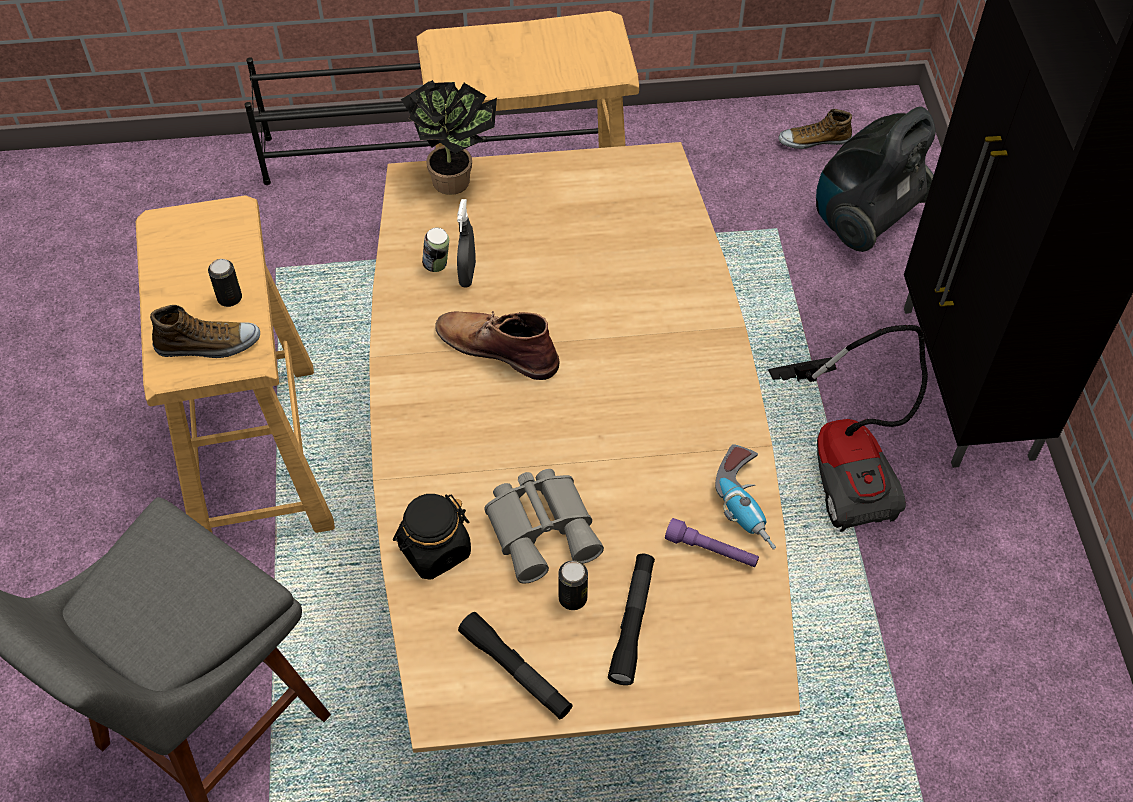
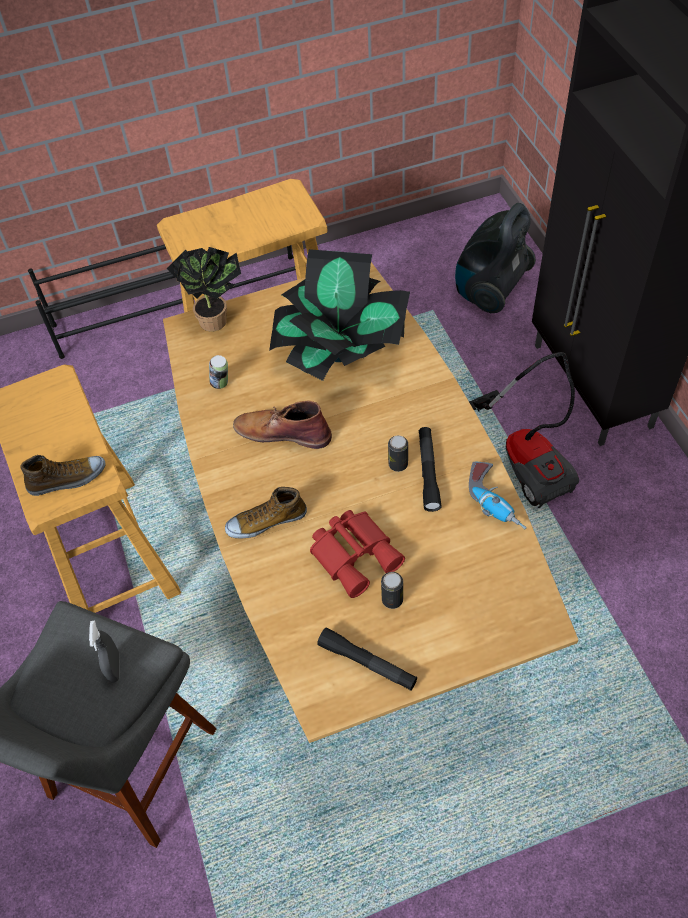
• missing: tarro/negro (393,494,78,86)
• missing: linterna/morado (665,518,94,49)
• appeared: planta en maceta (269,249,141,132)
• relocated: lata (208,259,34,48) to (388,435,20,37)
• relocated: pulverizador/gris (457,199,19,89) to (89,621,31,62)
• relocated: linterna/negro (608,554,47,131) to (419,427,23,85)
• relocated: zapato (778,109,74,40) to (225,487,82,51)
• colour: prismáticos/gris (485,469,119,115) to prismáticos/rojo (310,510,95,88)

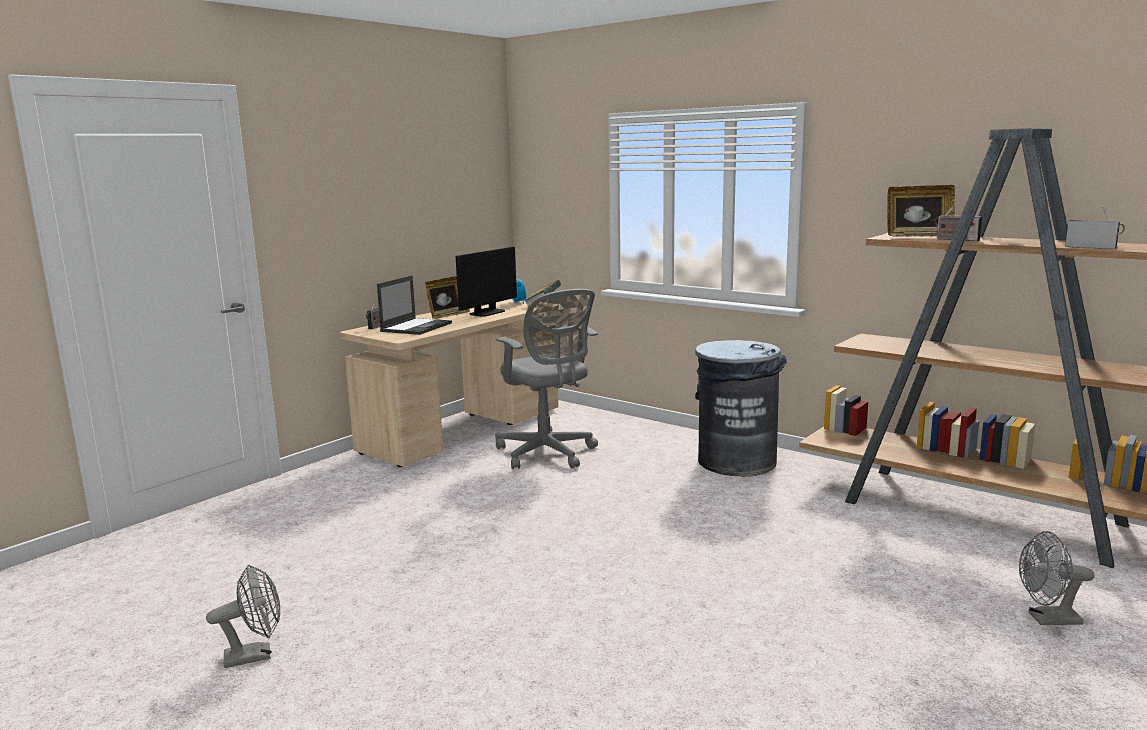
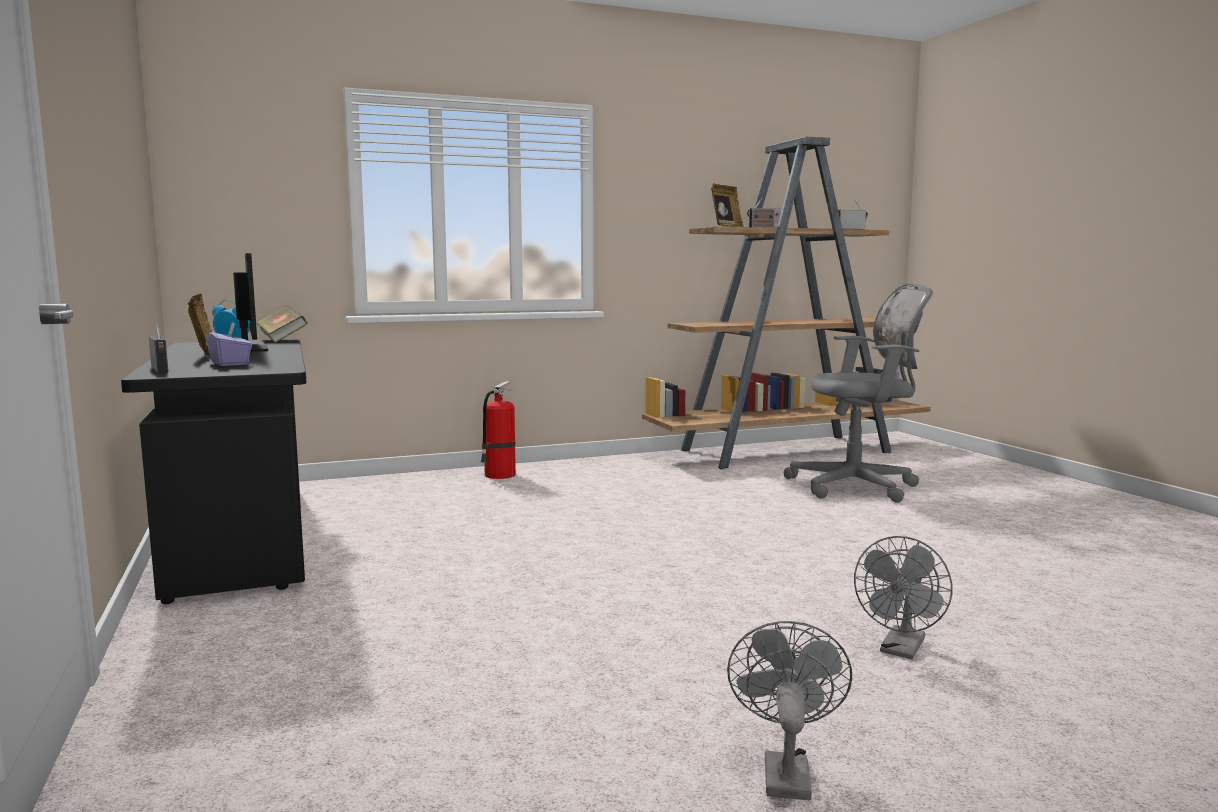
• missing: papelera/gris (695,340,92,137)
• appeared: extintor (481,381,35,98)
• relocated: silla de oficina/gris (495,289,103,180) to (784,284,149,219)
• relocated: ventilador/gris (1019,531,75,94) to (854,536,99,123)
• exchanged: portátil (377,275,75,60) to caja de pañuelos/morado (206,323,46,43)
• colour: escritorio/beis (340,299,220,168) to escritorio/negro (121,339,185,265)

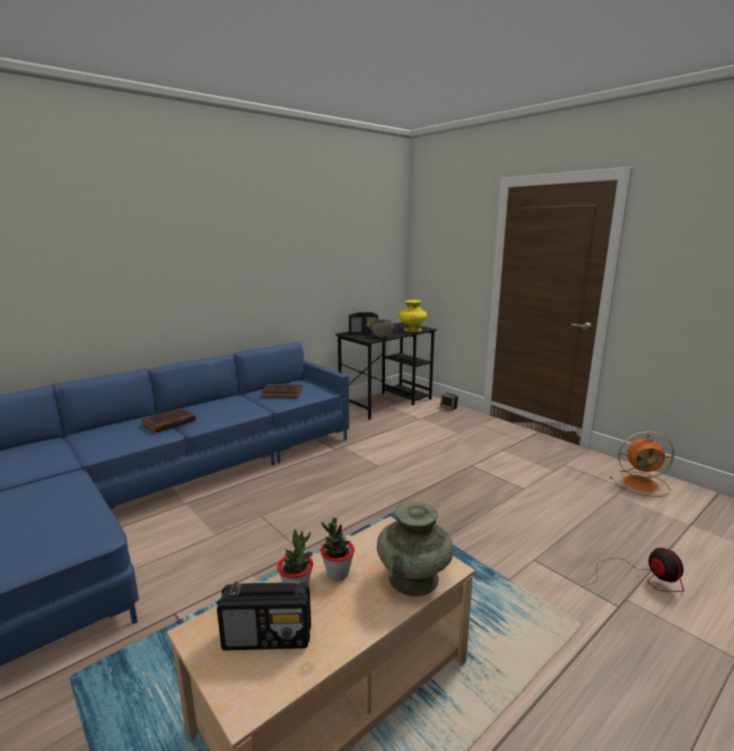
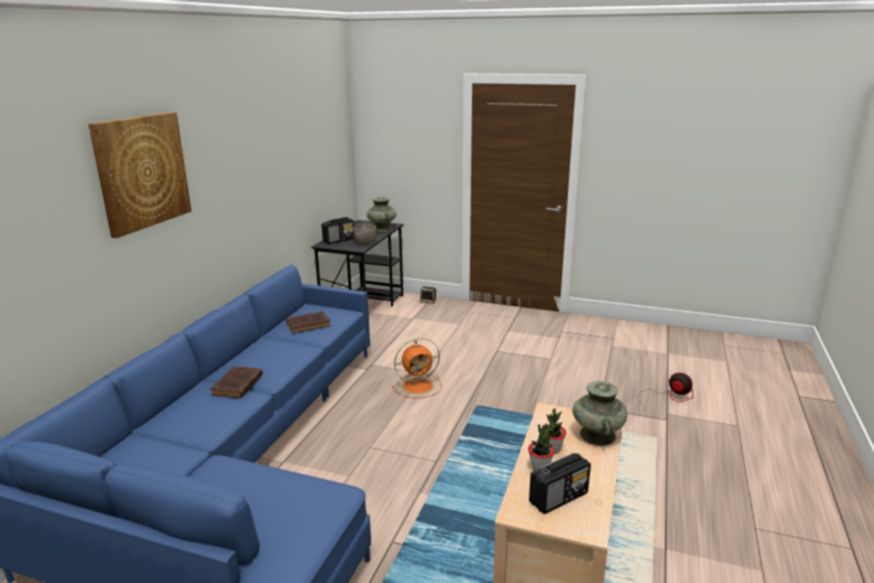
• appeared: cuadro (88,112,104,126)
• relocated: ventilador/naranja (610,431,64,66) to (392,338,50,60)
• colour: florero/amarillo (399,300,28,32) to florero/turquesa (367,197,29,35)

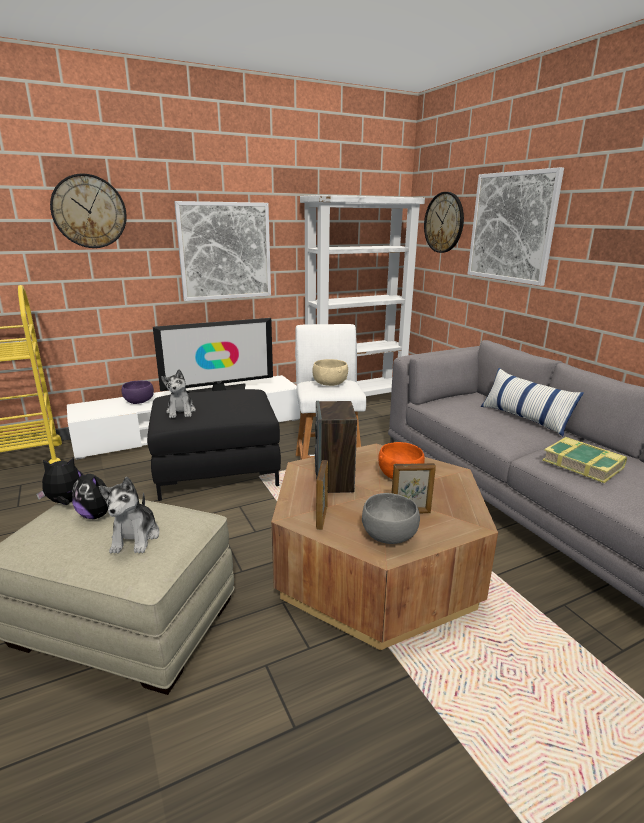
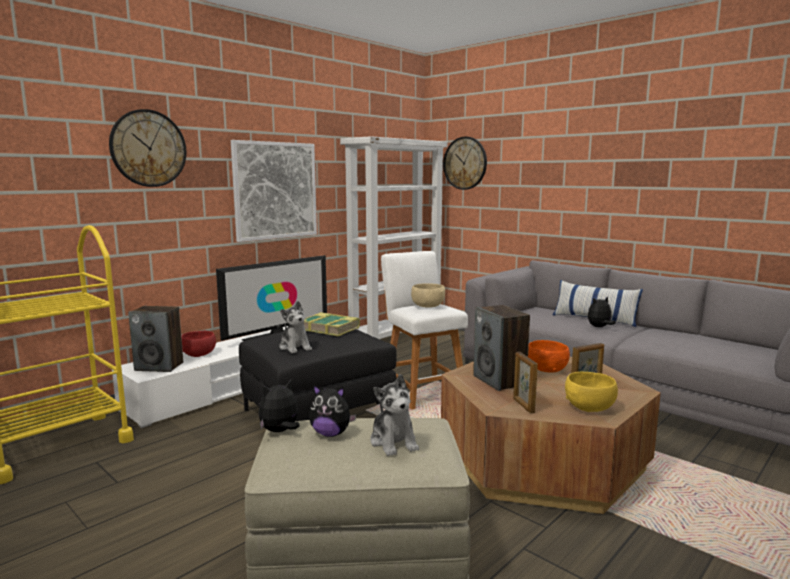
• missing: cuadro (468,167,96,119)
• appeared: altavoz (128,306,55,66)
• appeared: peluche (588,297,28,30)
• relocated: libro (543,437,84,46) to (304,312,56,24)
• colour: cuenco/morado (122,381,32,23) to cuenco/rojo (181,331,35,26)
• colour: cuenco/gris (362,493,58,51) to cuenco/amarillo (565,372,53,40)

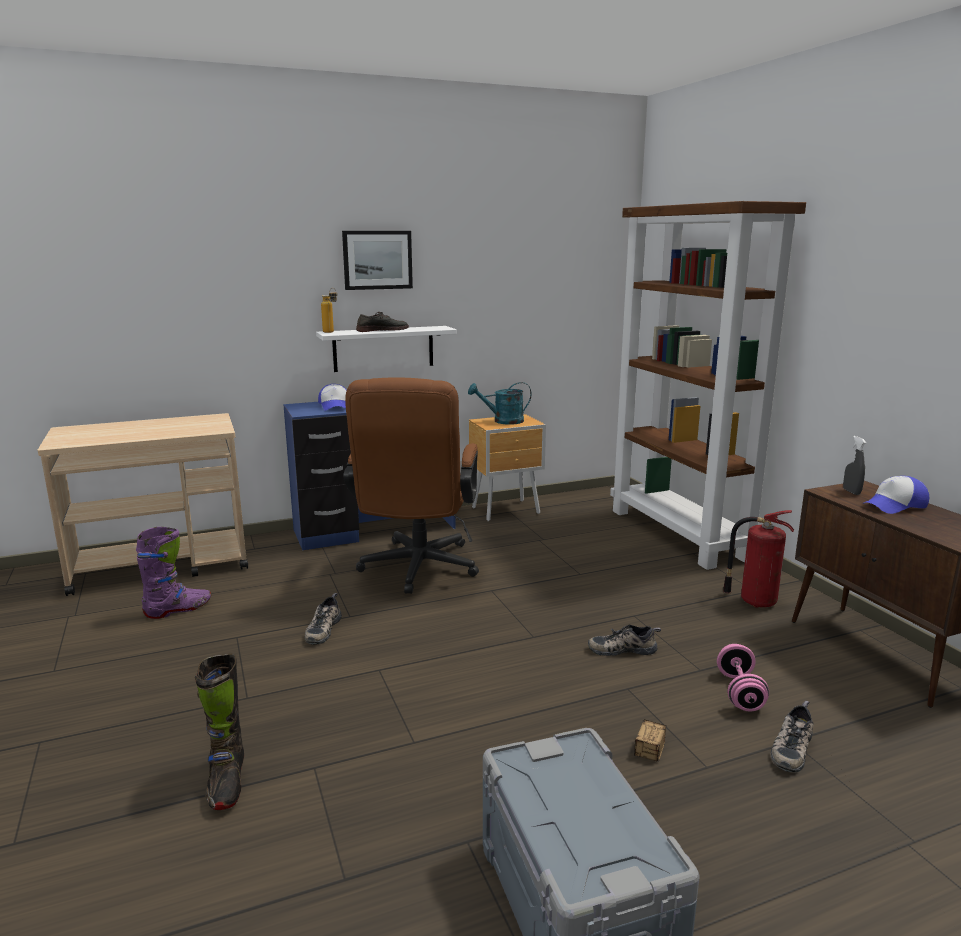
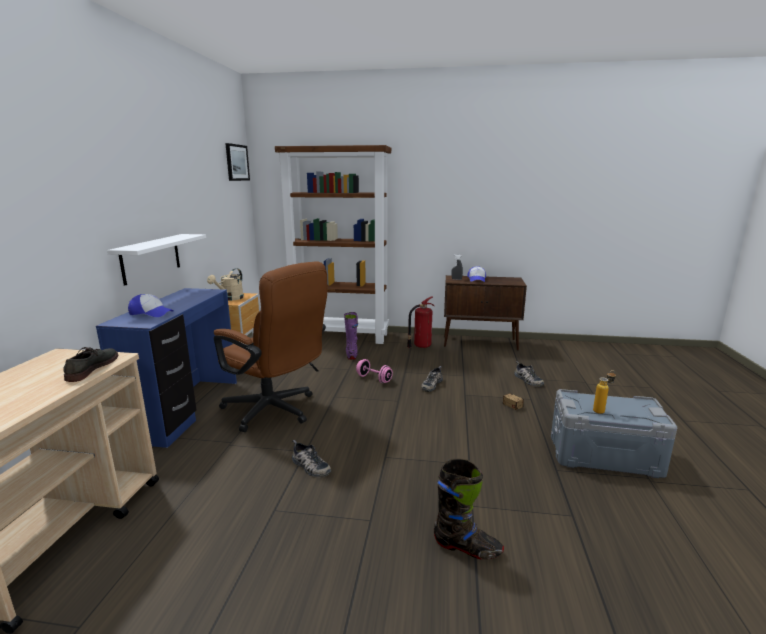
• relocated: bota/morado (136,527,75,92) to (344,312,14,48)
• relocated: botella (321,288,16,45) to (593,370,23,44)
• relocated: cuadro (342,231,71,59) to (225,143,25,38)
• relocated: zapato/gris (356,312,53,20) to (63,347,55,35)
• relocated: mancuerna/rosa (717,644,52,68) to (356,359,37,24)
• colour: regadera/turquesa (468,382,63,43) to regadera/beis (207,268,37,33)

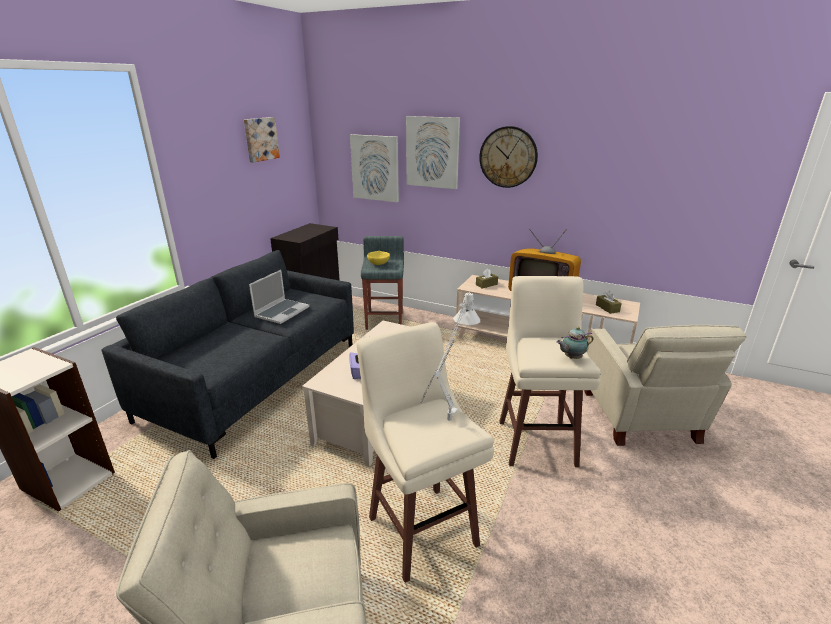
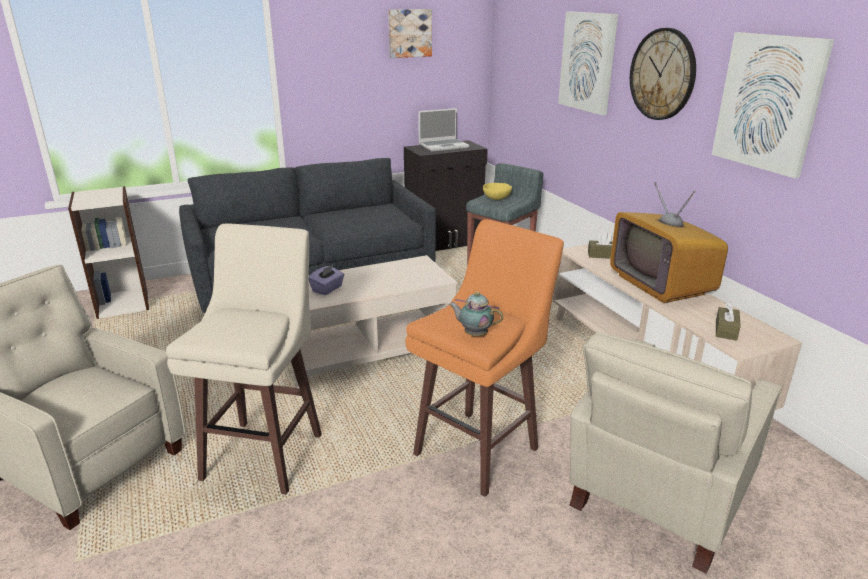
• missing: lámpara de mesa/gris (420,293,60,128)
• relocated: portátil (249,270,61,54) to (419,108,50,43)
• relocated: cuadro (350,134,49,68) to (712,32,123,146)
• colour: taburete/beis (499,276,102,191) to taburete/naranja (405,219,159,278)

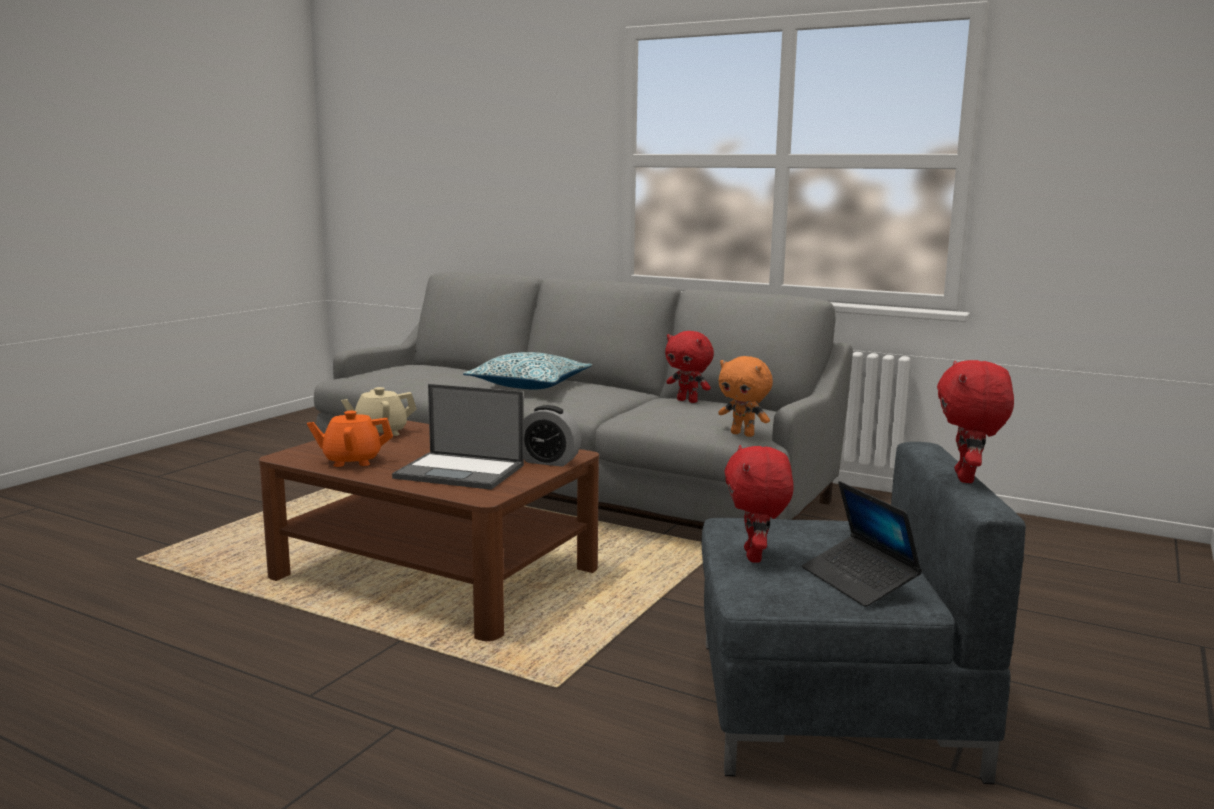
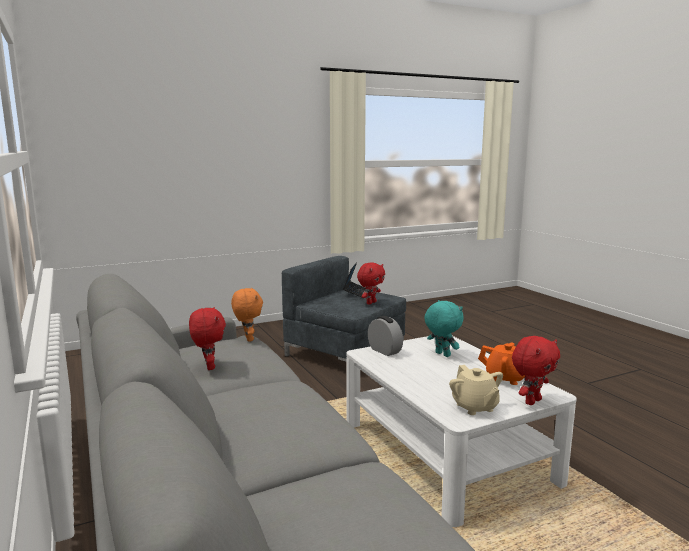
• missing: cojín (463,352,129,37)
• relocated: peluche/rojo (937,360,77,123) to (512,336,48,69)
• exchanged: portátil (392,384,132,106) to peluche/turquesa (425,300,39,57)
• colour: mesa de centro/marrón (259,420,340,221) to mesa de centro/blanco (346,336,231,191)
• spun: tetera/beis (341,387,76,49) = (449,365,54,50) 60 degrees clockwise

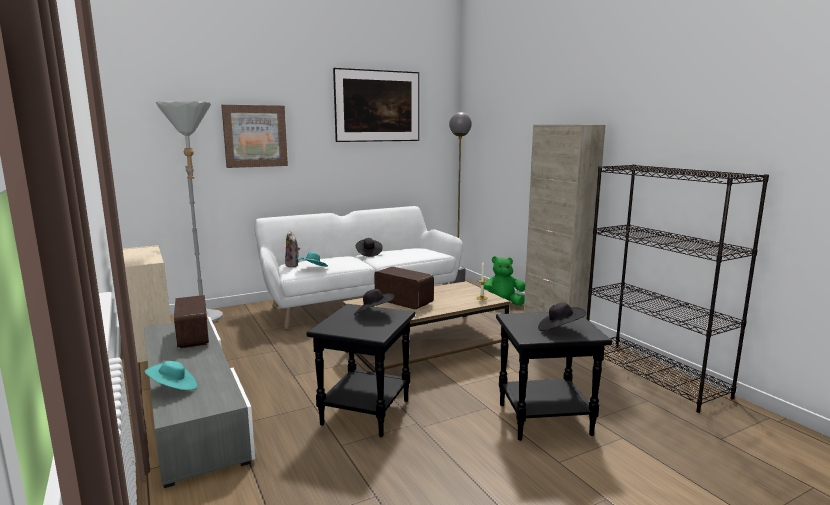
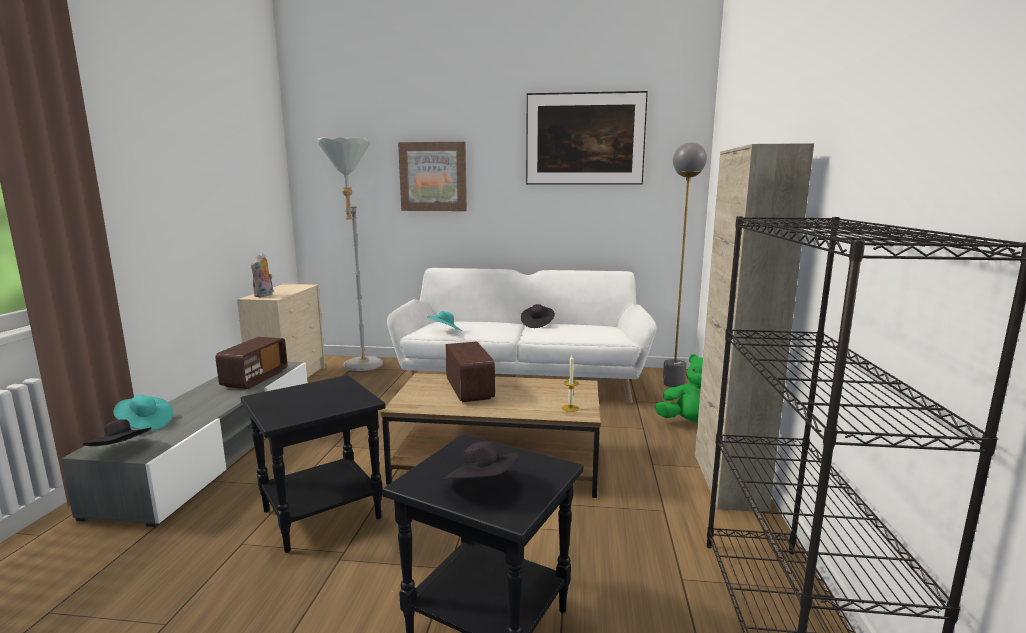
• relocated: peluche (285,231,15,36) to (251,253,22,44)
• relocated: sombrero/negro (354,289,40,26) to (83,419,68,27)

